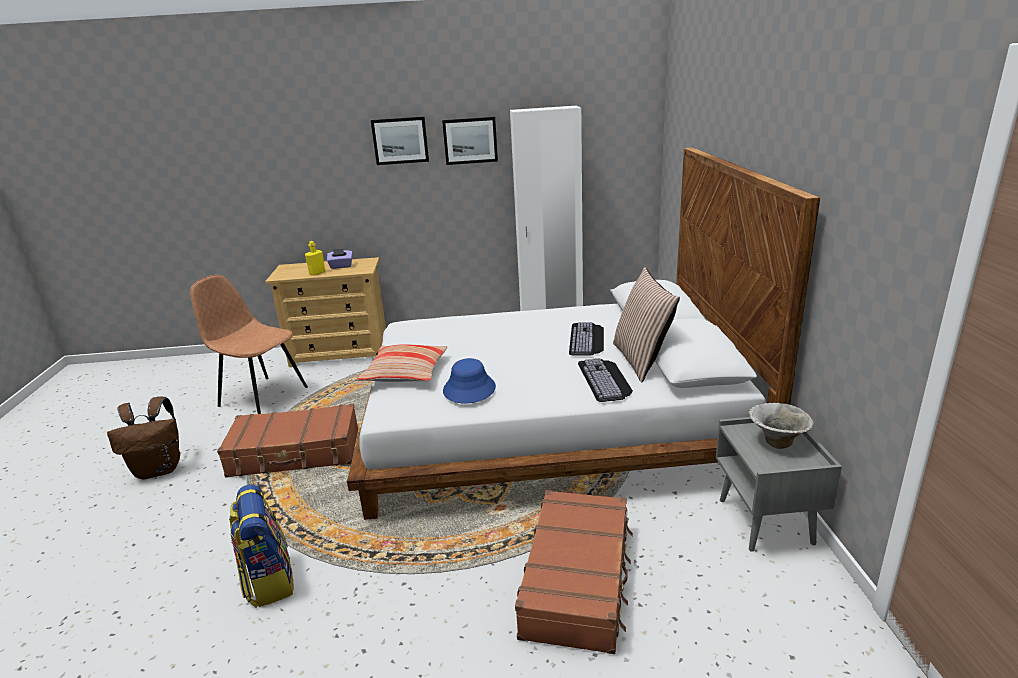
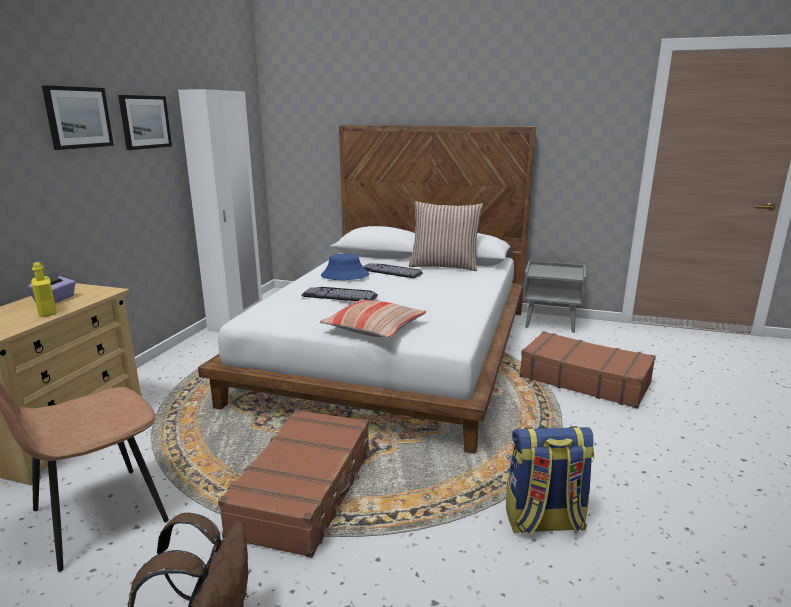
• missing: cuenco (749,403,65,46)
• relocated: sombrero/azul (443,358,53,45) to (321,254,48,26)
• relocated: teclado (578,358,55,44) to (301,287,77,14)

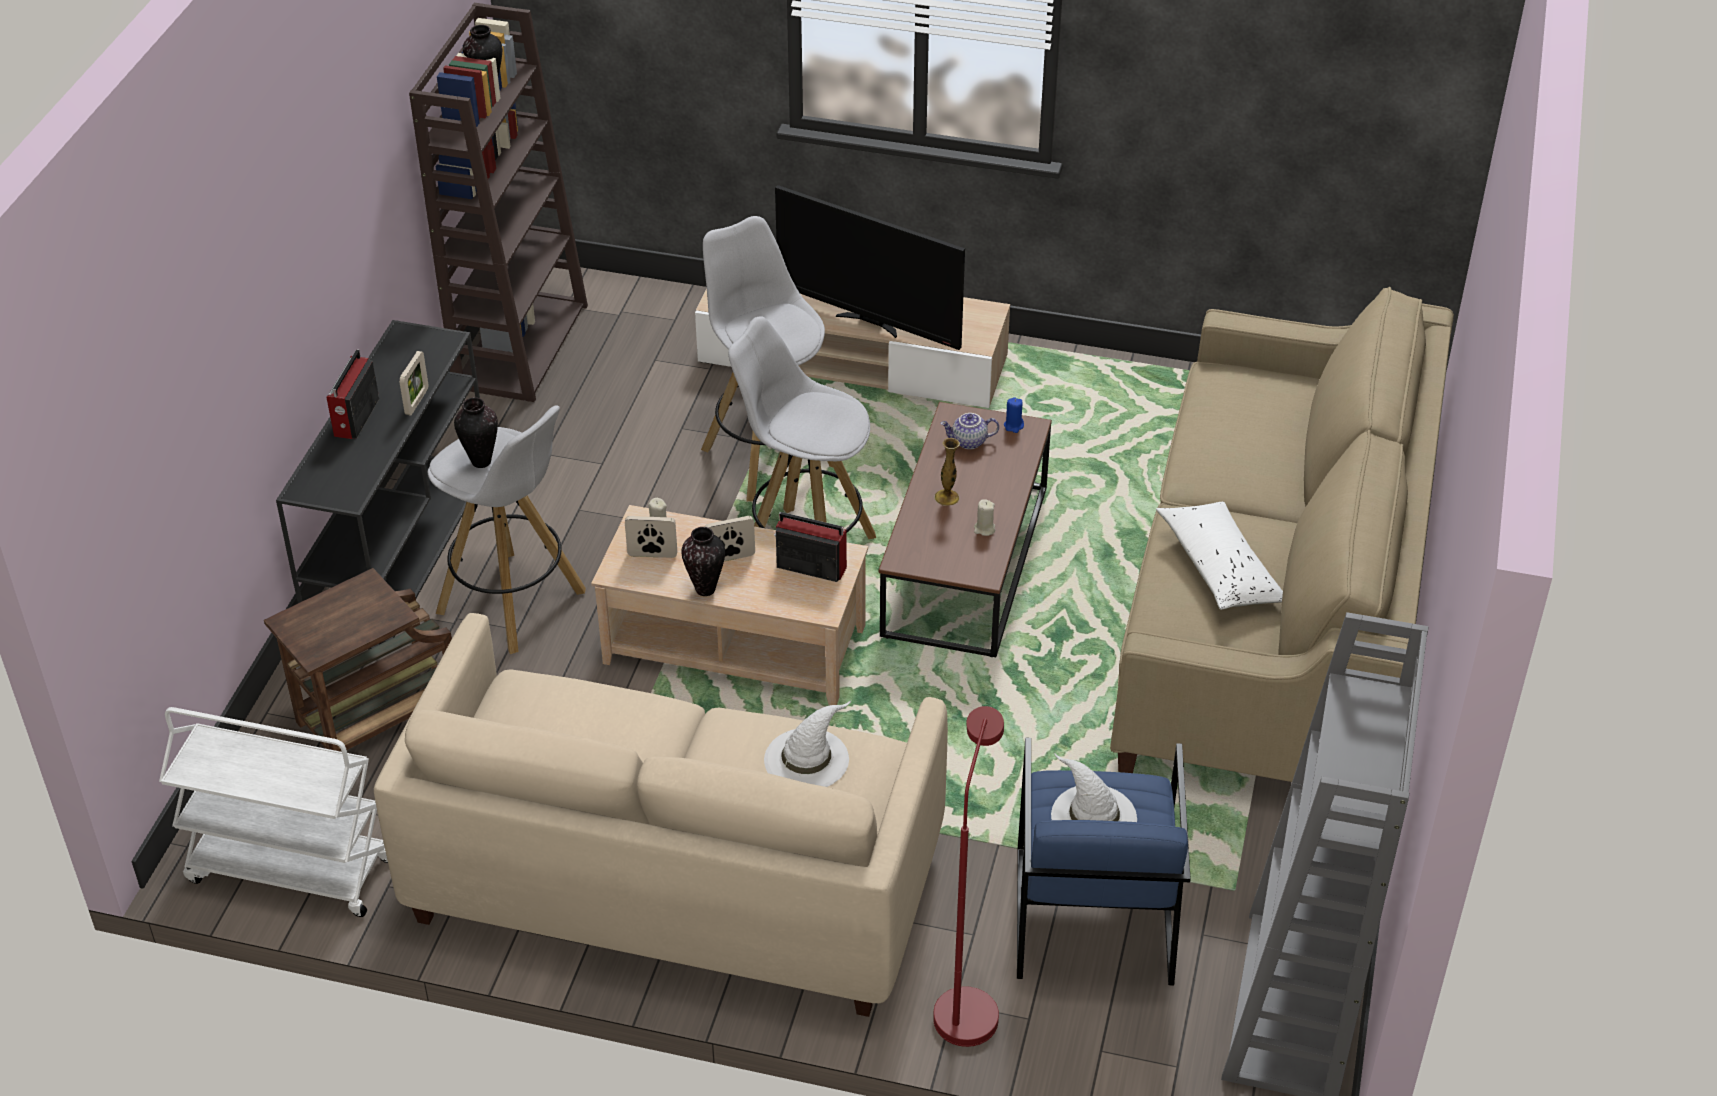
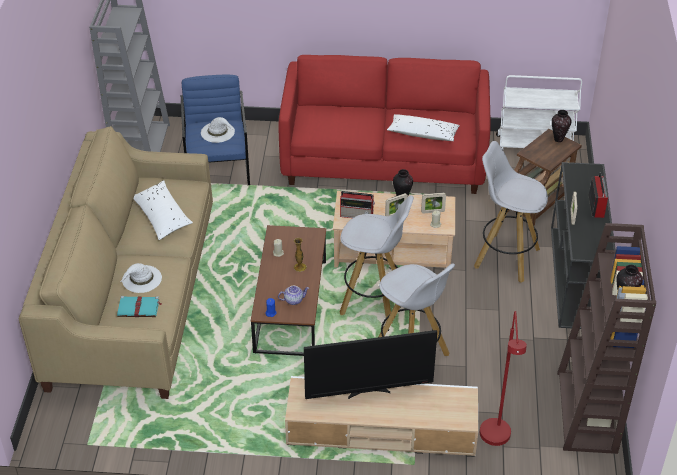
• appeared: libro/turquesa (117,296,45,21)
• appeared: cojín/blanco (387,114,73,27)
• relocated: florero (454,397,44,71) to (552,110,19,32)
• relocated: sombrero/blanco (764,701,87,86) to (120,263,42,30)
• relocated: lámpara de pie/rojo (933,706,71,341) to (480,311,47,135)
• colour: sofá/beis (374,613,574,404) to sofá/rojo (278,55,213,139)
• spun: televisor (775,185,190,165) = (304,330,133,69) 150 degrees clockwise

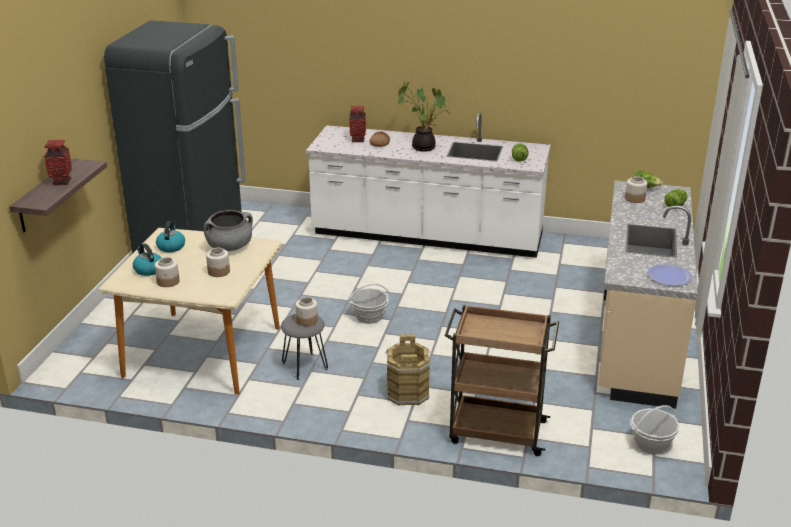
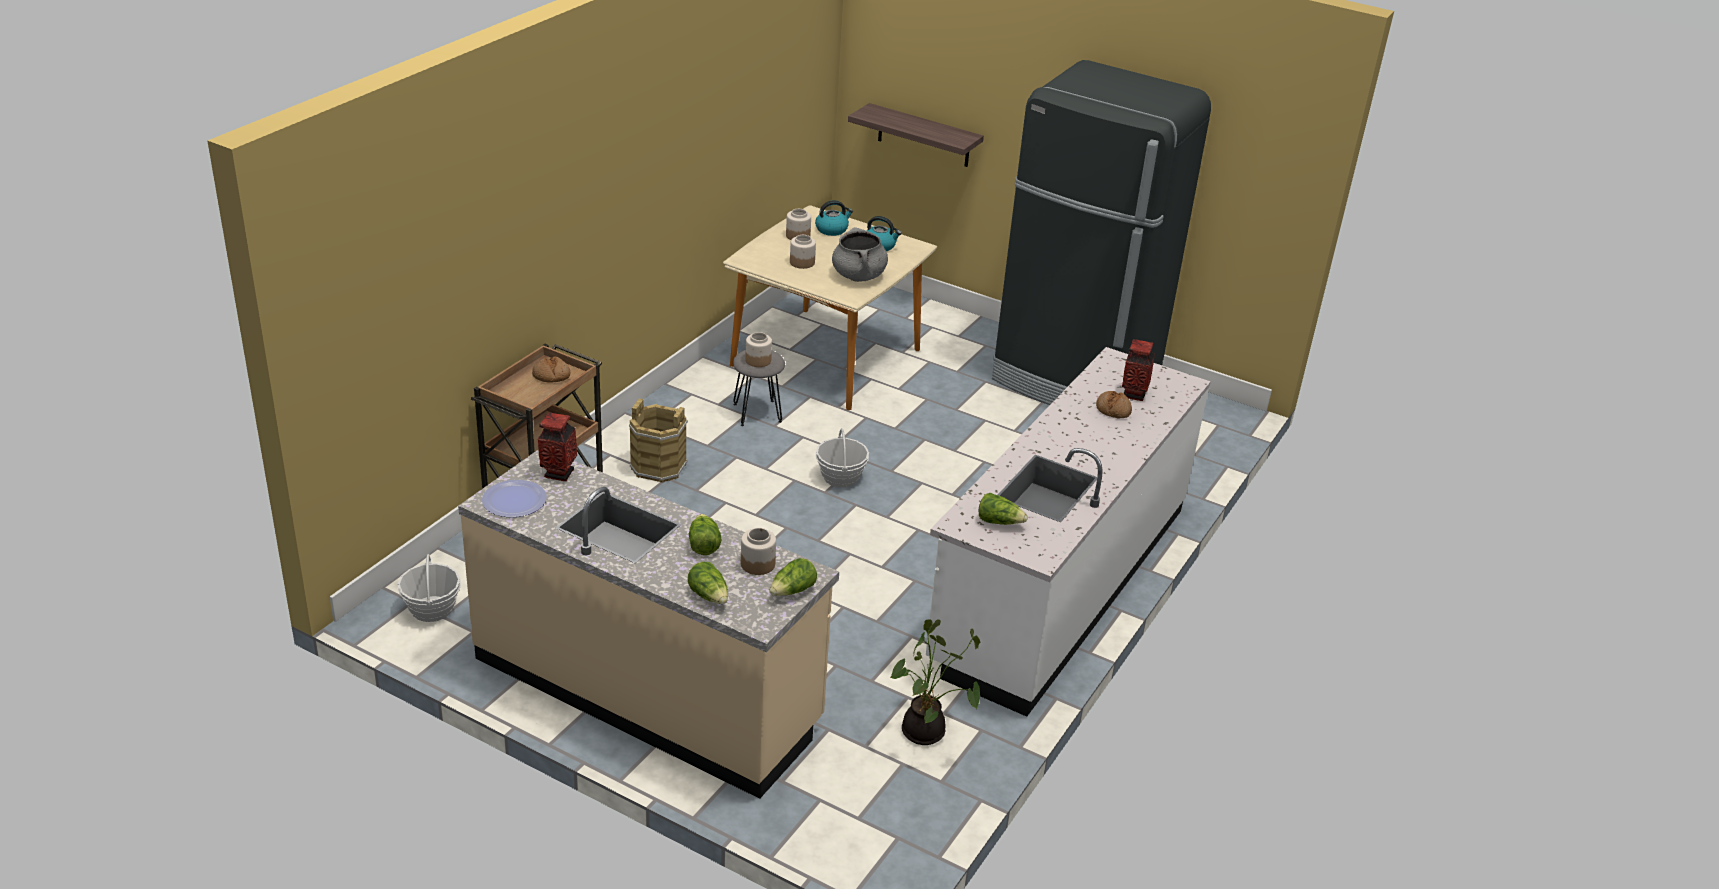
• appeared: pan (532,356,38,27)
• appeared: lechuga (689,514,32,41)
• relocated: florero (44,140,28,45) to (538,413,39,68)
• relocated: planta en maceta (398,82,52,70) to (890,619,90,126)

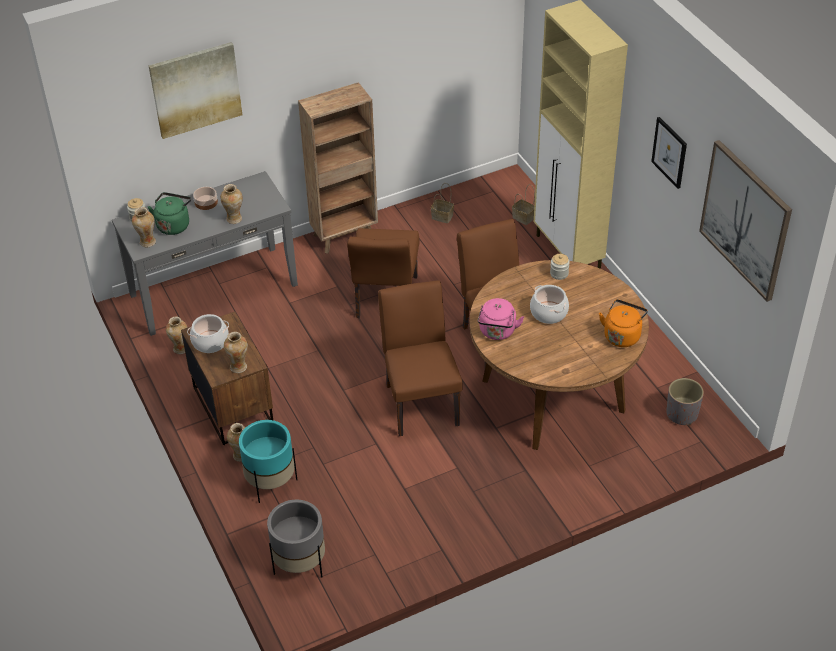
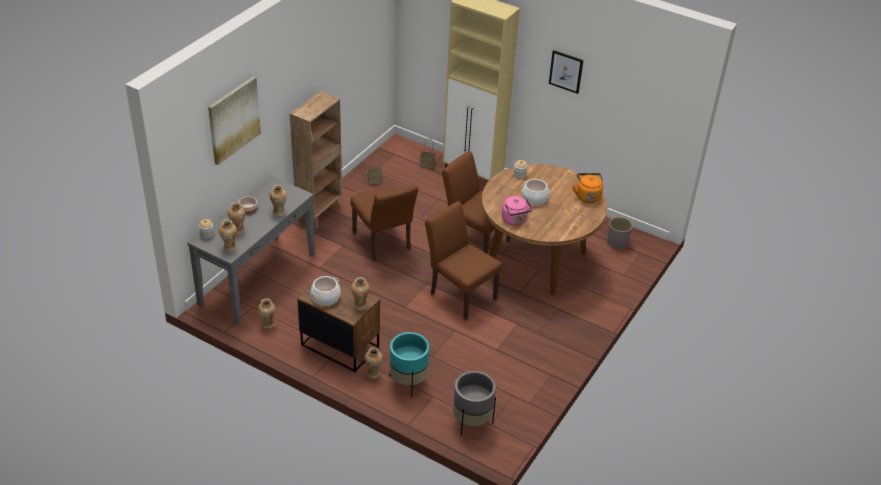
• missing: cuadro (699,140,93,162)
• exchanged: hervidor/verde (148,192,43,43) to florero (228,202,17,33)

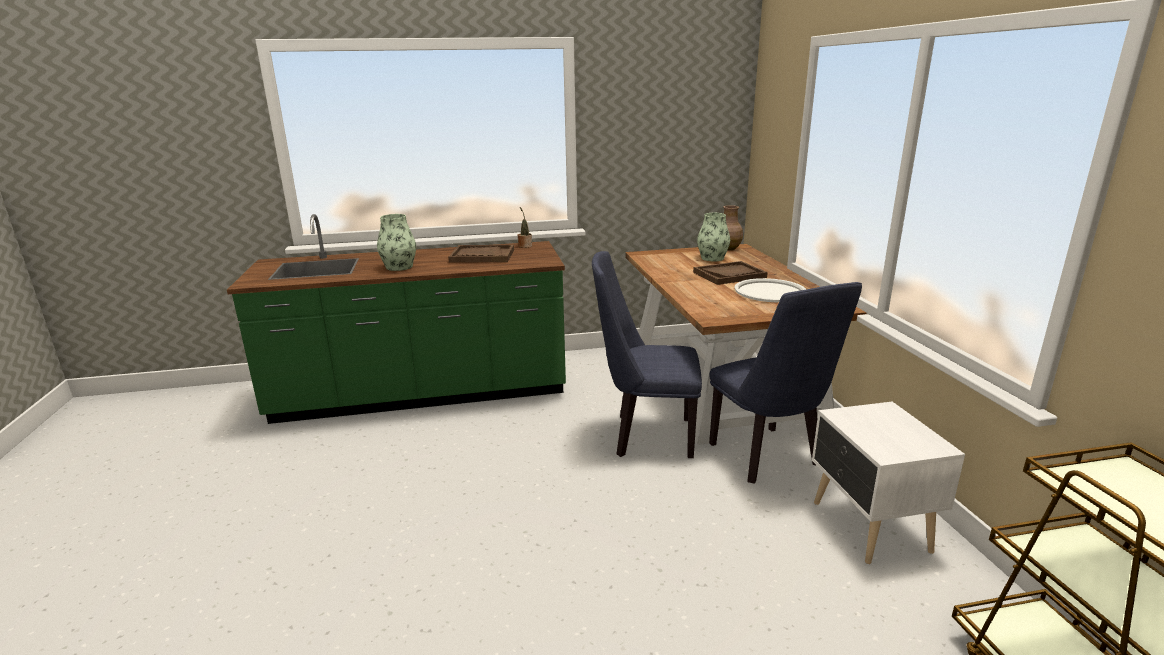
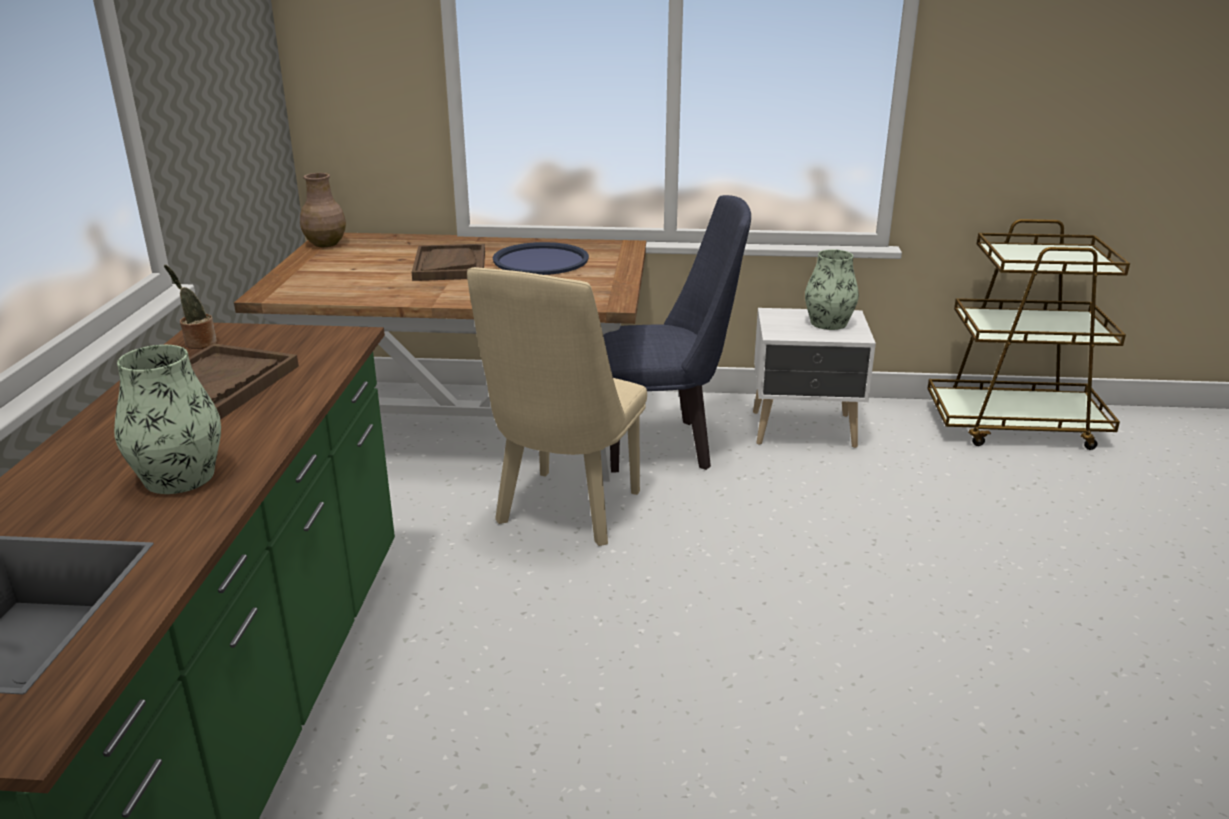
• relocated: florero (697,213,33,48) to (805,249,54,81)
• colour: silla/azul (592,251,110,207) to silla/beis (467,267,180,279)
• colour: bandeja/blanco (735,278,71,24) to bandeja/azul (493,242,96,33)

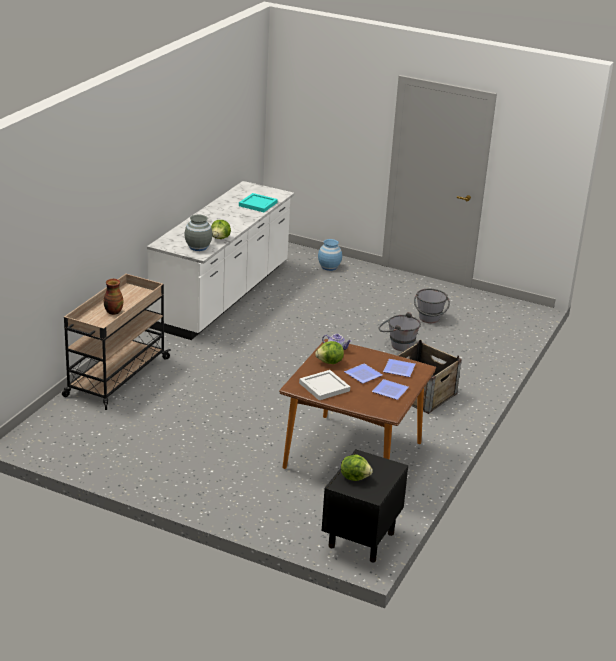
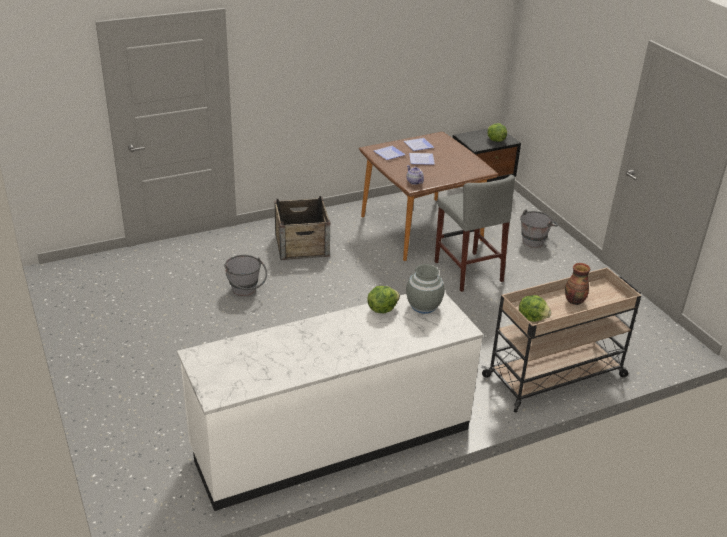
• missing: bandeja/turquesa (239,193,39,19)
• missing: bandeja/blanco (299,370,51,30)
• missing: florero/azul (318,239,24,32)
• appeared: taburete/gris (435,175,80,117)
• relocated: lechuga (315,341,29,23) to (519,295,32,27)
• relocated: cubo/gris (414,289,36,34) to (520,209,39,39)

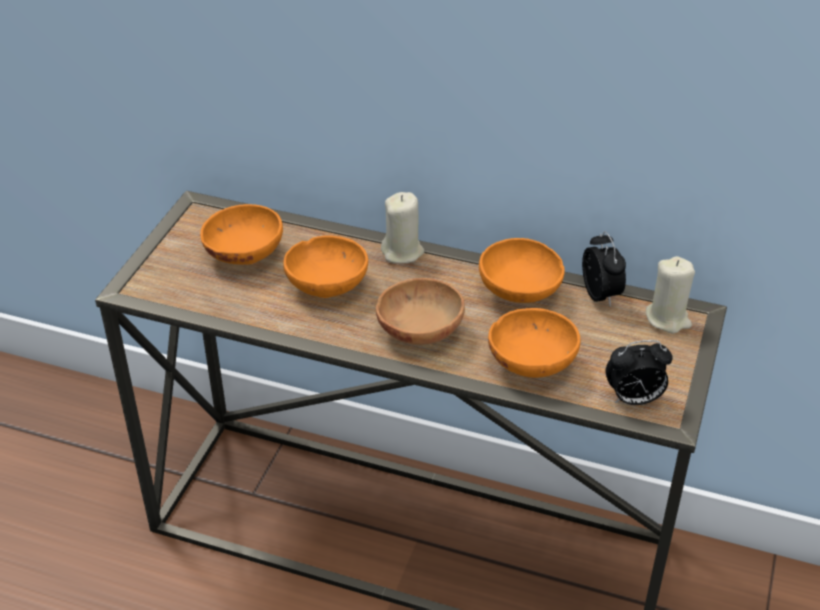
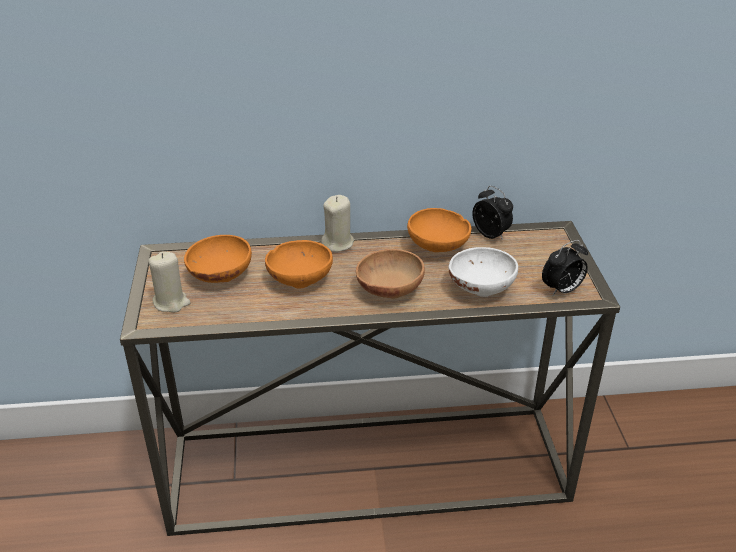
• relocated: vela/beis (646,256,49,78) to (148,251,42,61)
• colour: cuenco/naranja (488,308,93,70) to cuenco/blanco (449,247,69,50)

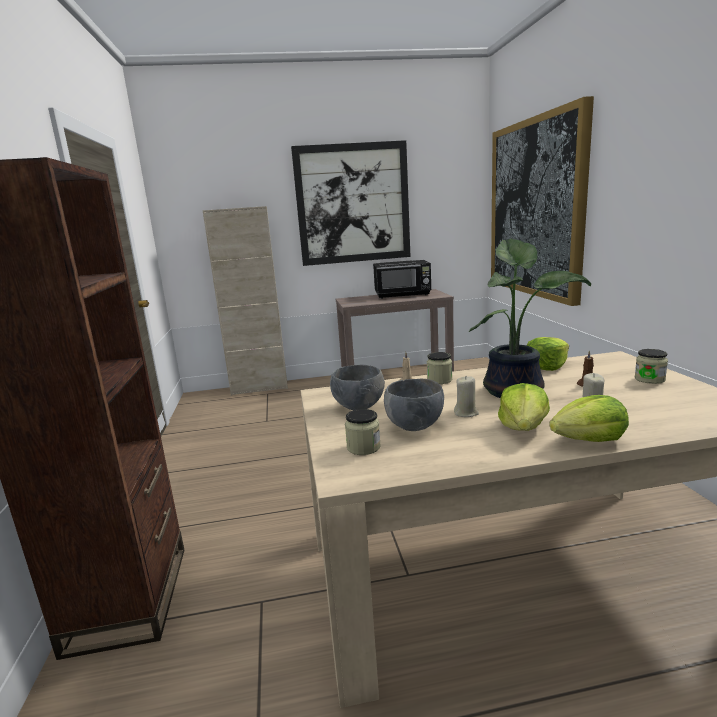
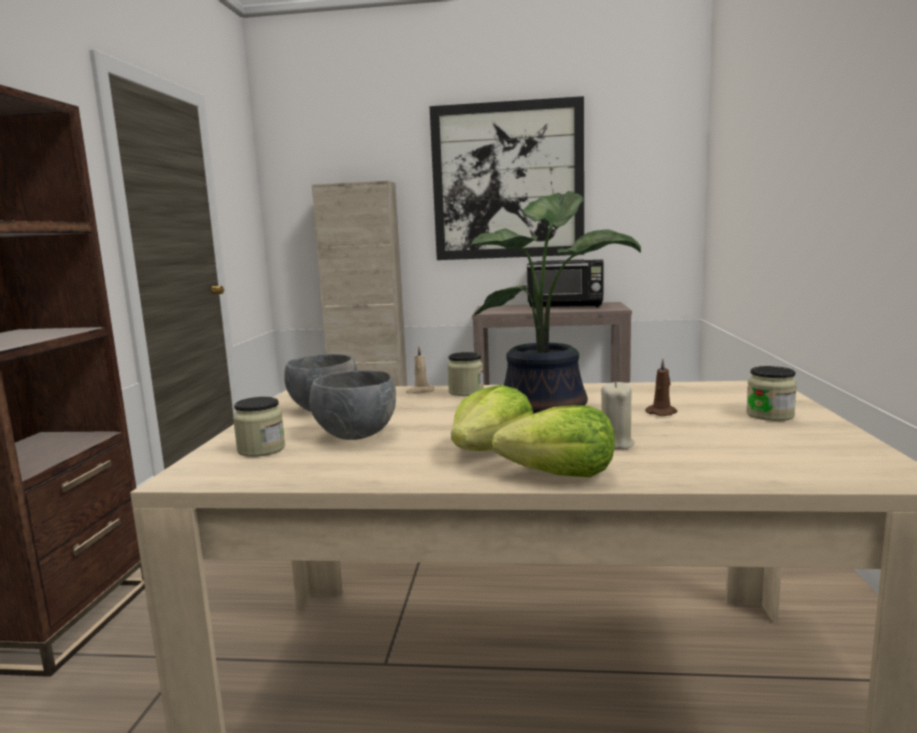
• missing: vela/beis (454,376,25,41)
• missing: cuadro (491,96,103,210)
• missing: lechuga (527,337,42,34)

